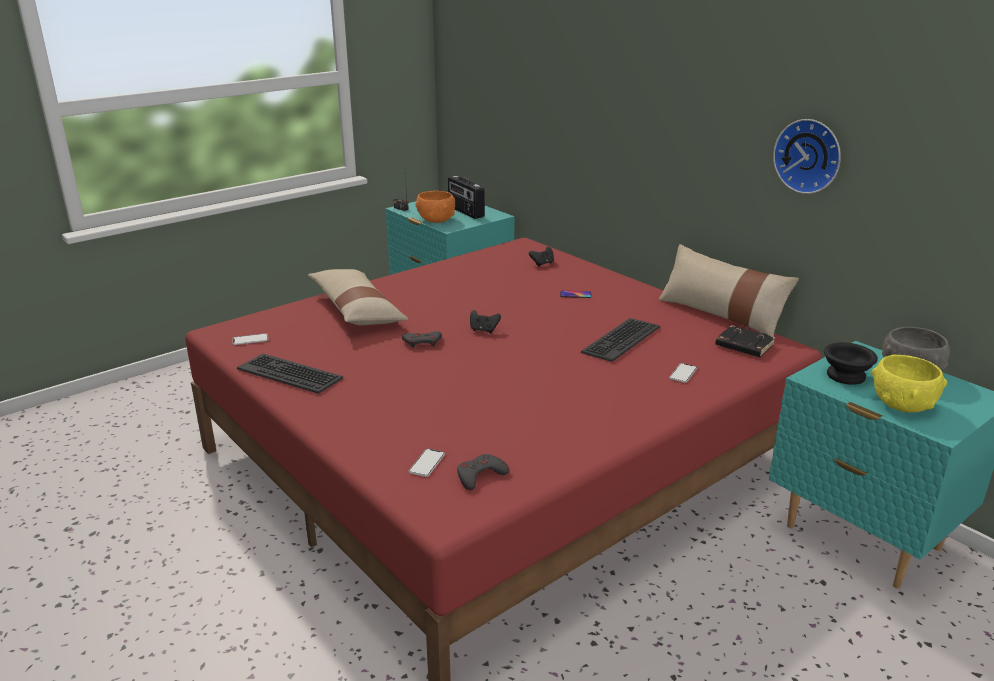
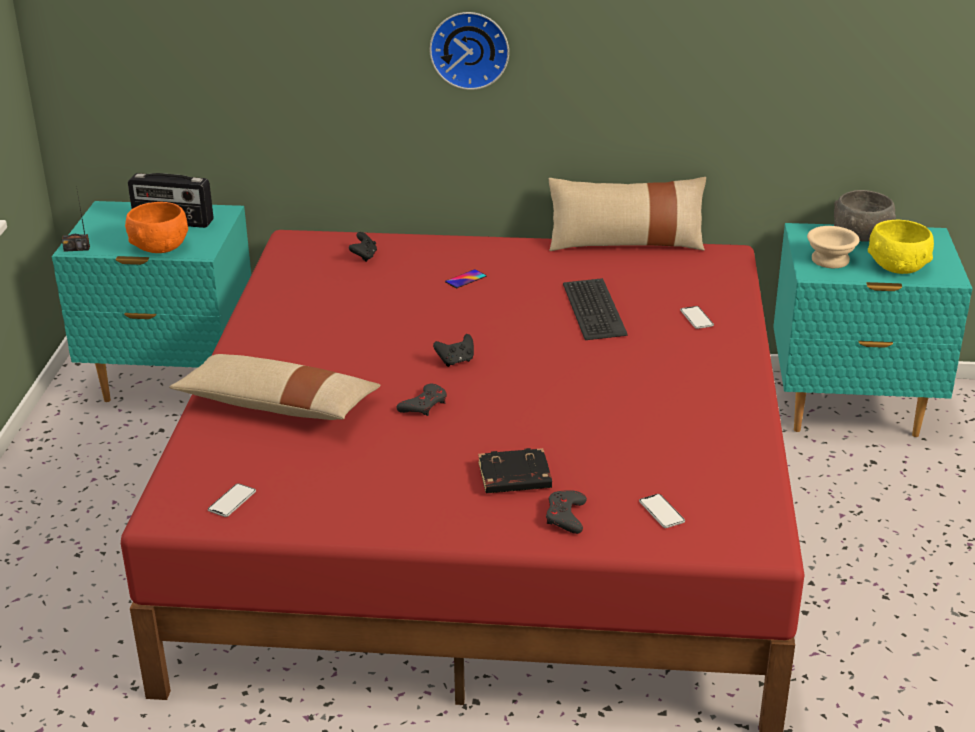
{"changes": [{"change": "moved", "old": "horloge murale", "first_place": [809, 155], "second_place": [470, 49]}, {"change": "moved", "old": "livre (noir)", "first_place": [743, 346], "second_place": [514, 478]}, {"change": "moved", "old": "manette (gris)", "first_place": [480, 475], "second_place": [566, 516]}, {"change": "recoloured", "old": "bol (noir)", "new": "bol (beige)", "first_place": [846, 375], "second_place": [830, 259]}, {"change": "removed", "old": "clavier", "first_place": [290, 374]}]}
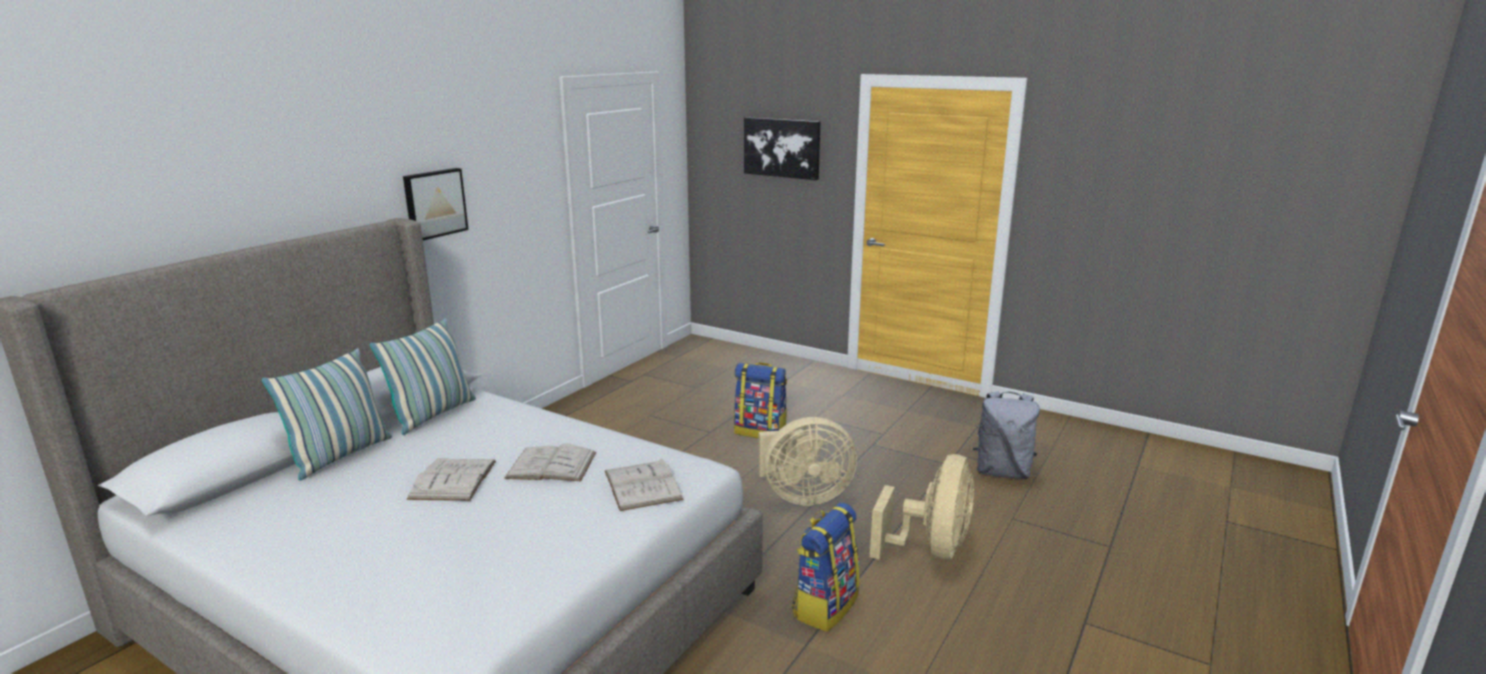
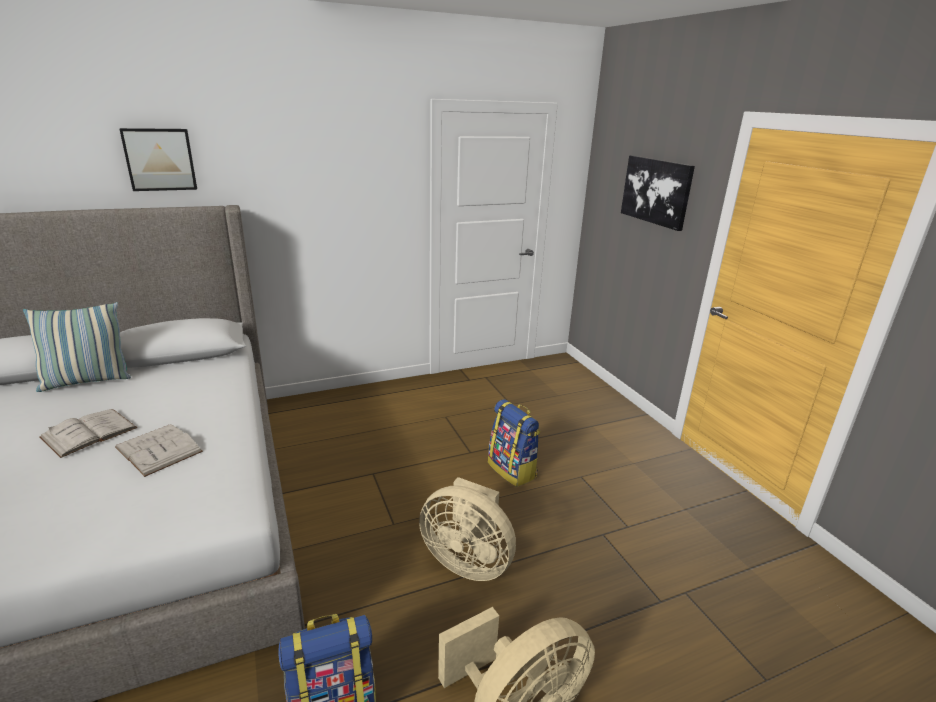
{"changes": [{"change": "moved", "old": "tableau", "first_place": [434, 203], "second_place": [160, 159]}, {"change": "removed", "old": "coussin", "first_place": [433, 415]}, {"change": "removed", "old": "livre (blanc)", "first_place": [642, 485]}, {"change": "removed", "old": "sac à dos (gris)", "first_place": [1002, 472]}]}
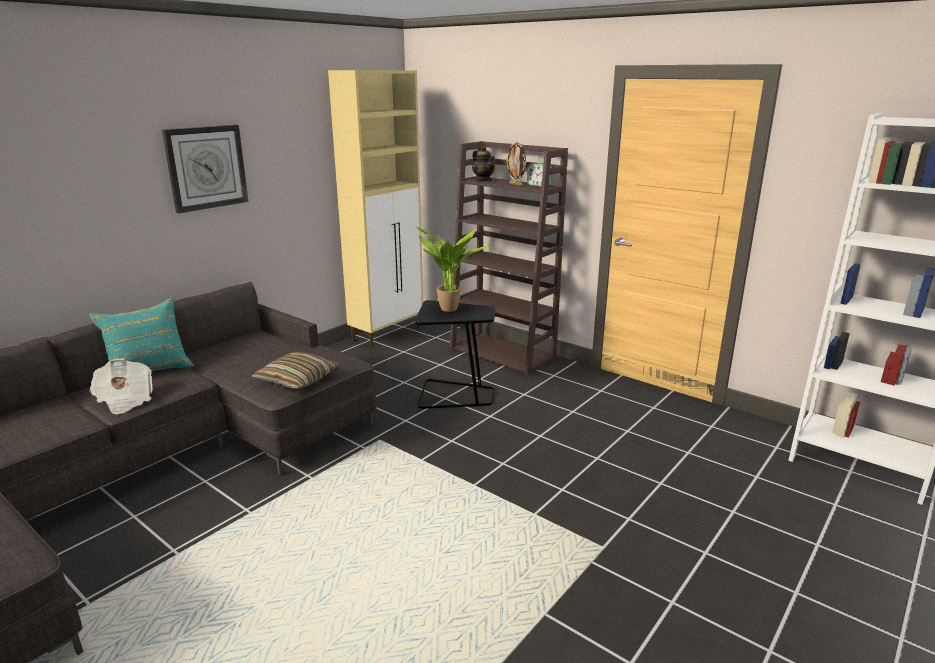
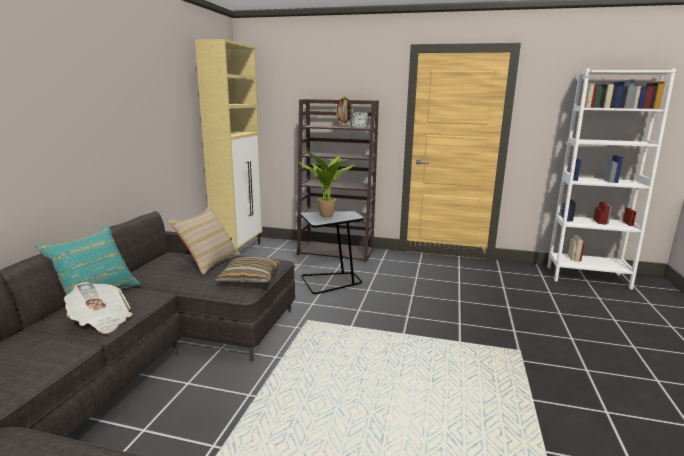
{"changes": [{"change": "added", "new": "coussin (beige)", "second_place": [209, 262]}, {"change": "removed", "old": "horloge murale", "first_place": [206, 167]}, {"change": "removed", "old": "théière", "first_place": [483, 180]}]}
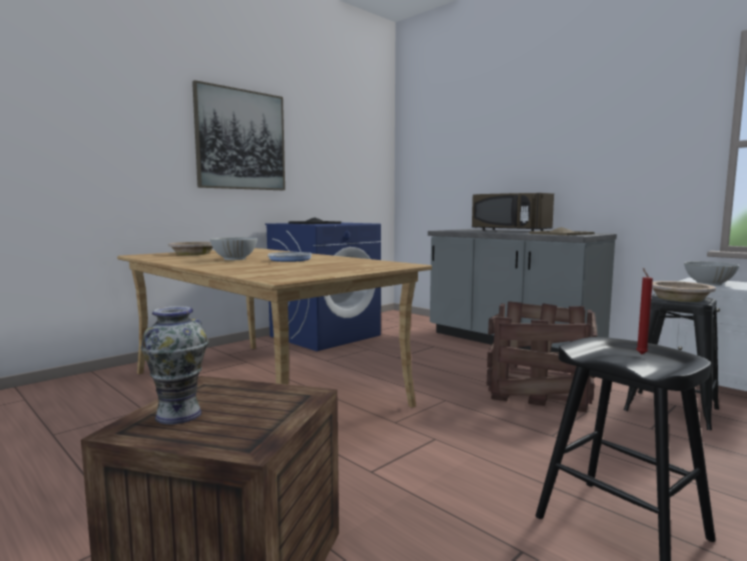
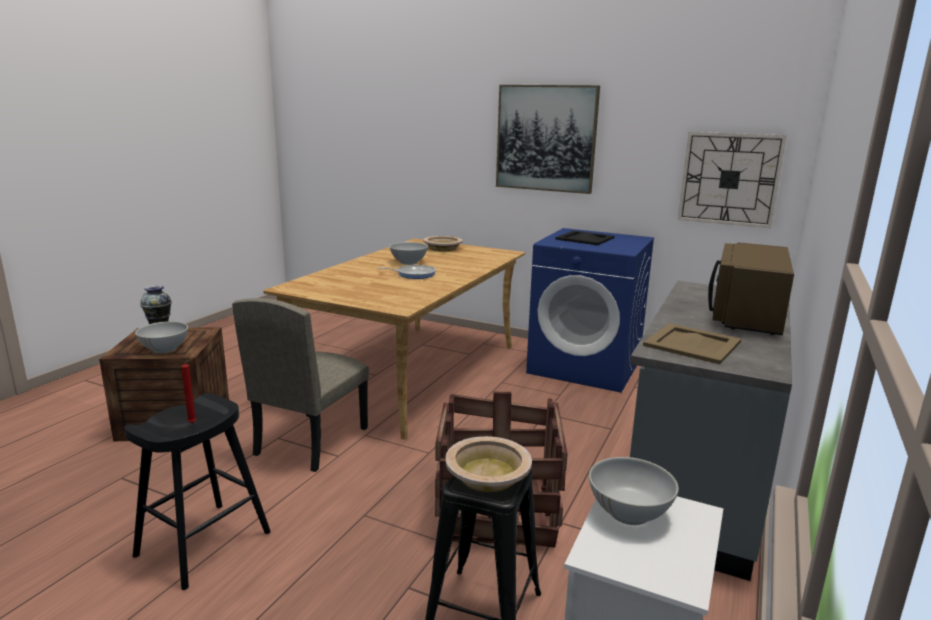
{"changes": [{"change": "added", "new": "bol (blanc)", "second_place": [165, 349]}, {"change": "added", "new": "chaise (beige)", "second_place": [311, 441]}, {"change": "added", "new": "horloge murale", "second_place": [729, 179]}]}
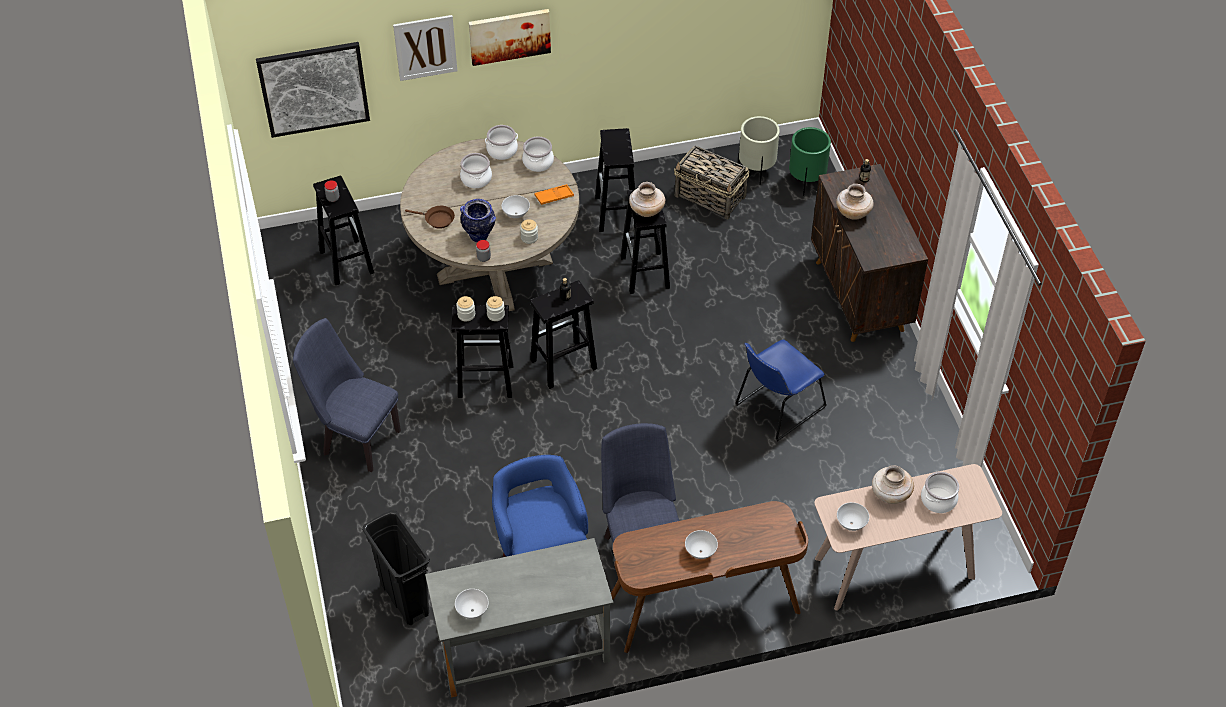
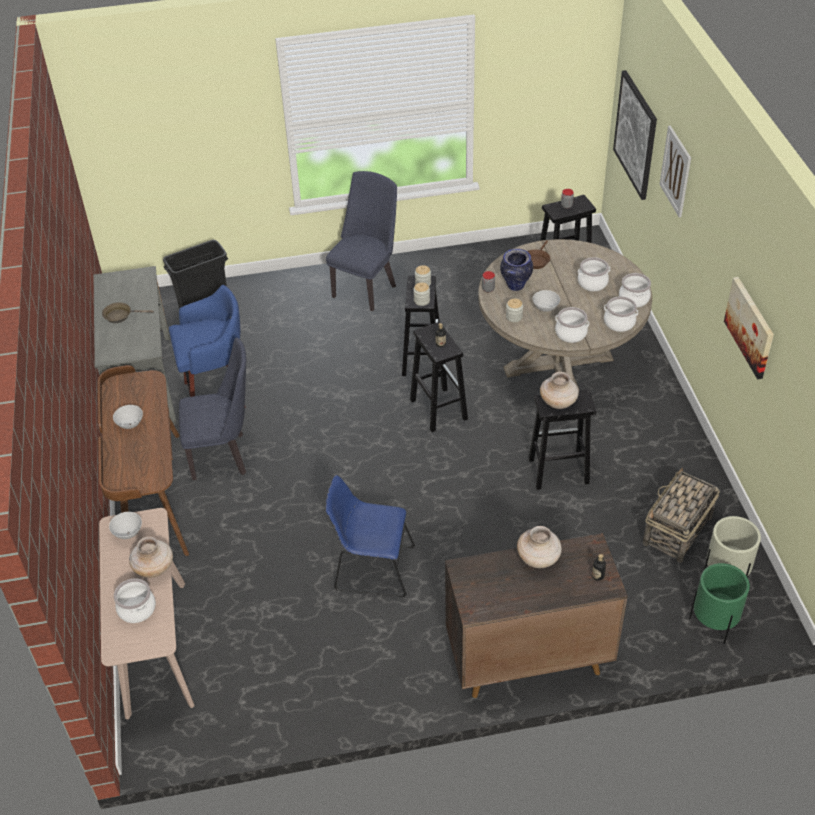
{"changes": [{"change": "added", "new": "poêle (marron)", "second_place": [120, 315]}, {"change": "turned", "old": "chaise (bleu)", "first_place": [777, 408], "second_place": [371, 567], "degrees": -45}, {"change": "replaced", "old": "plateau (orange)", "new": "marmite", "first_place": [554, 196], "second_place": [571, 333]}, {"change": "moved", "old": "tableau", "first_place": [509, 36], "second_place": [750, 327]}, {"change": "removed", "old": "bol (blanc)", "first_place": [472, 611]}, {"change": "removed", "old": "tabouret (noir)", "first_place": [617, 213]}]}
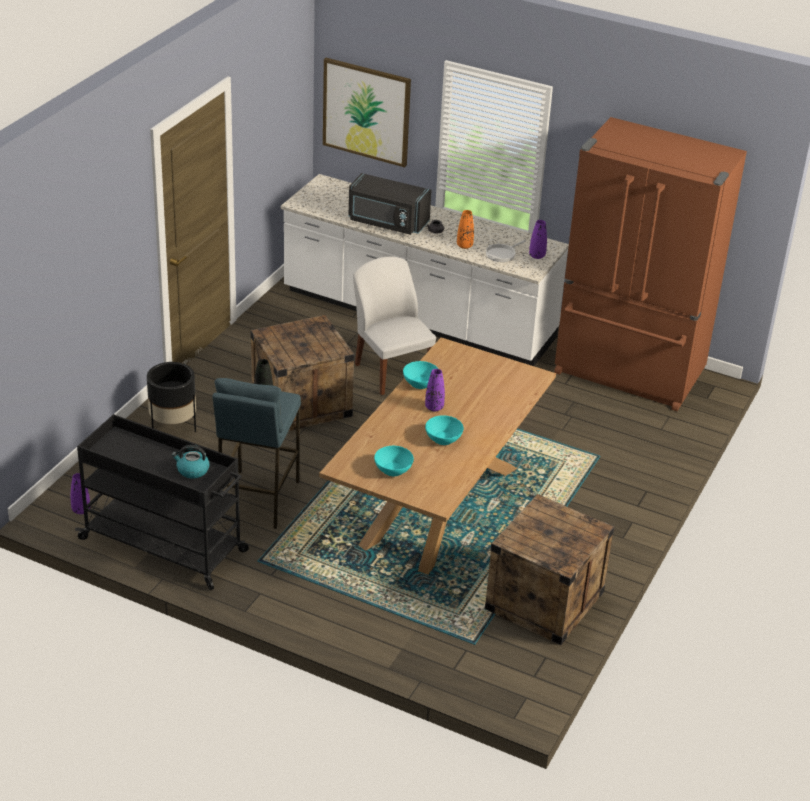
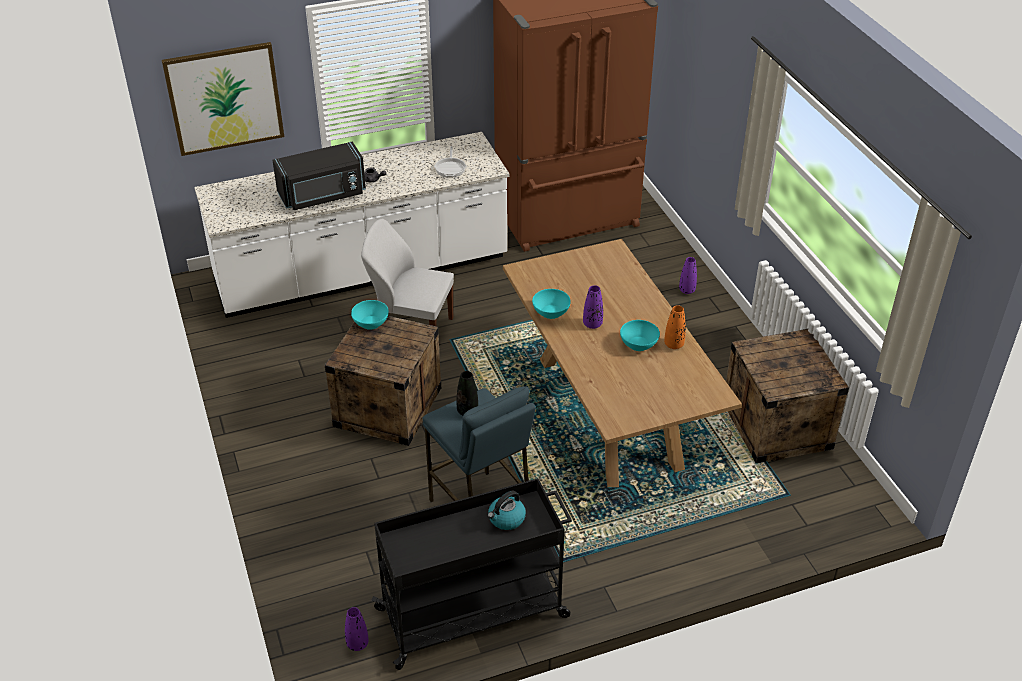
{"changes": [{"change": "moved", "old": "bol (turquoise)", "first_place": [393, 469], "second_place": [371, 322]}, {"change": "moved", "old": "vase (orange)", "first_place": [464, 246], "second_place": [674, 344]}, {"change": "moved", "old": "vase (violet)", "first_place": [537, 256], "second_place": [687, 290]}, {"change": "removed", "old": "cache-pot (noir)", "first_place": [173, 426]}]}
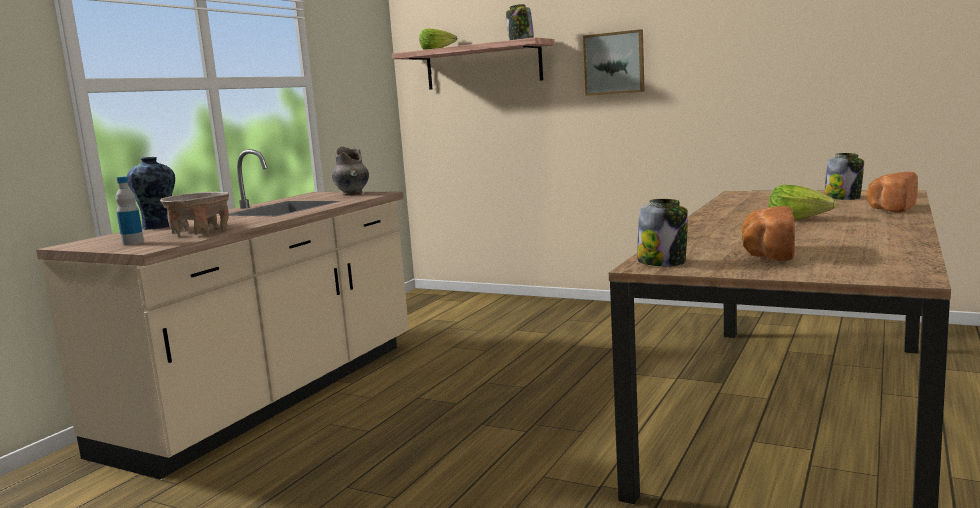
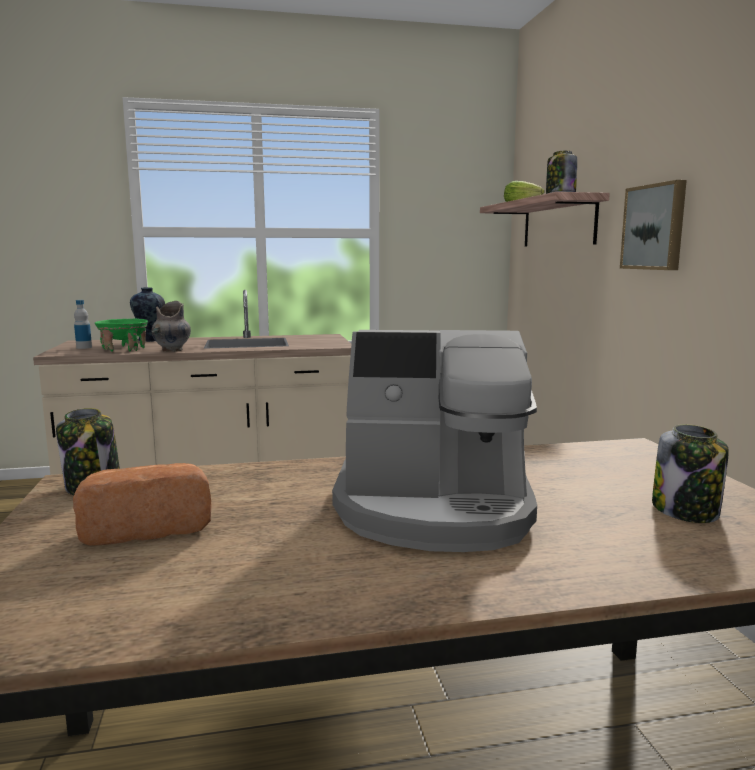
{"changes": [{"change": "recoloured", "old": "bol (beige)", "new": "bol (vert)", "first_place": [200, 232], "second_place": [124, 349]}, {"change": "moved", "old": "vase (gris)", "first_place": [352, 194], "second_place": [172, 350]}, {"change": "replaced", "old": "laitue", "new": "machine à café", "first_place": [799, 219], "second_place": [435, 509]}, {"change": "removed", "old": "pain", "first_place": [890, 208]}]}
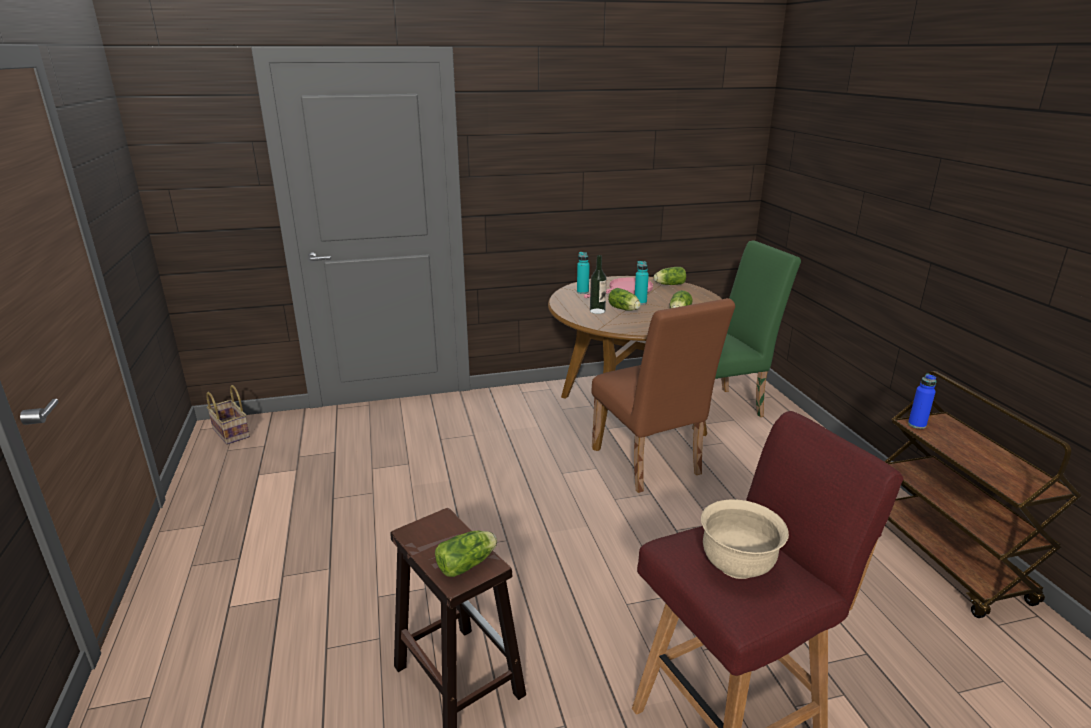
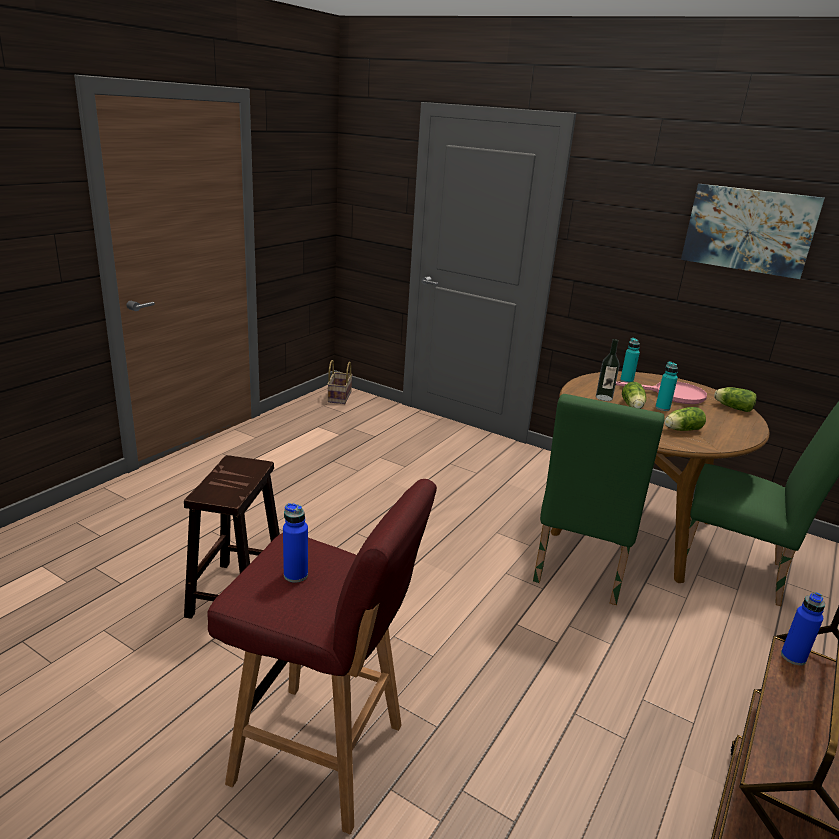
{"changes": [{"change": "replaced", "old": "bol (beige)", "new": "bouteille (bleu)", "first_place": [737, 566], "second_place": [295, 575]}, {"change": "recoloured", "old": "chaise (marron)", "new": "chaise (vert)", "first_place": [649, 465], "second_place": [579, 570]}, {"change": "added", "new": "tableau", "second_place": [749, 230]}, {"change": "removed", "old": "laitue", "first_place": [468, 564]}]}
